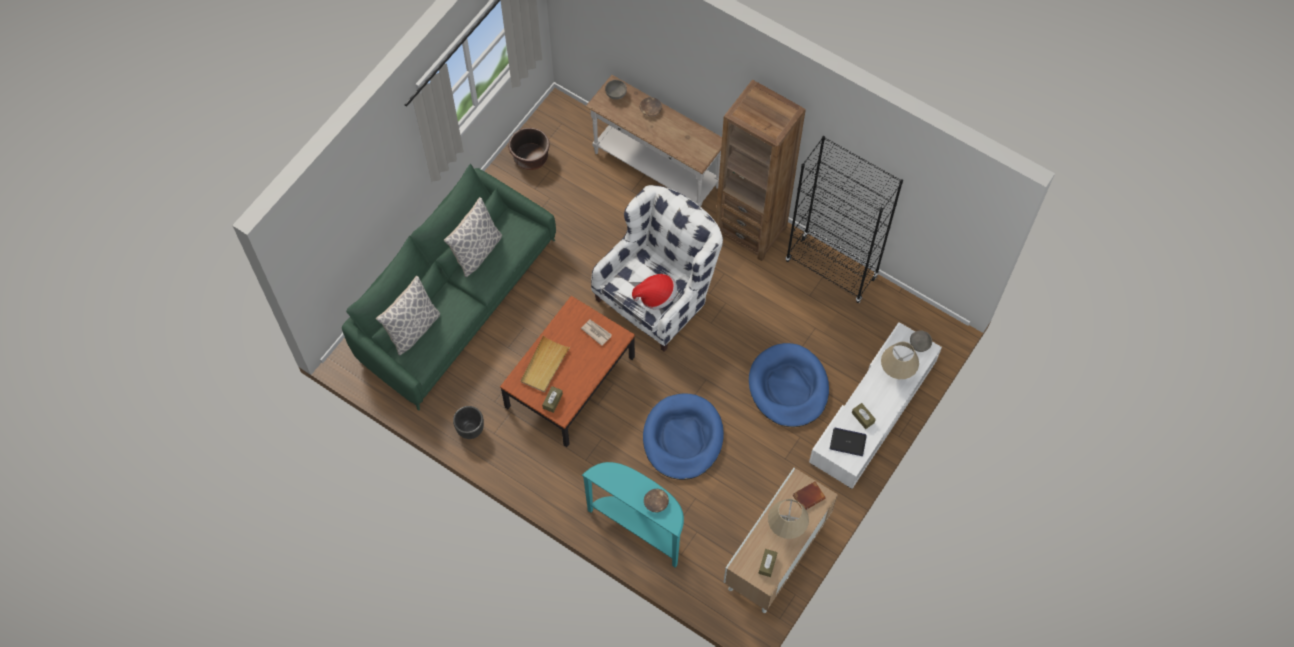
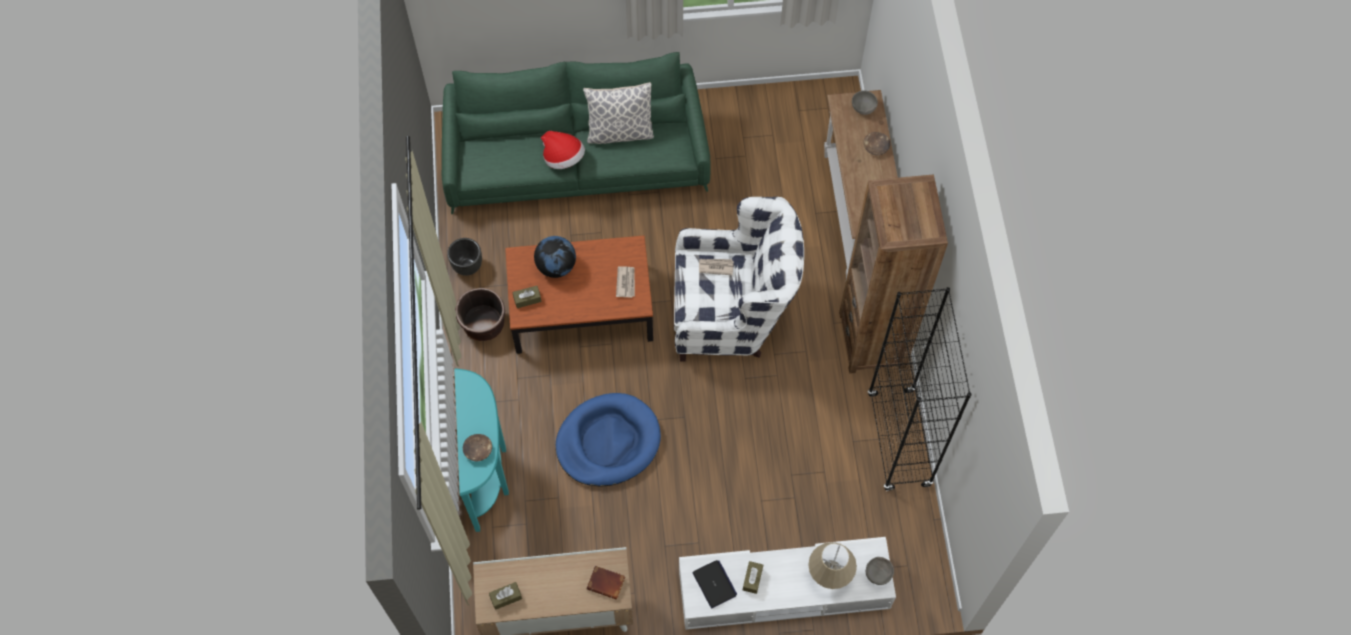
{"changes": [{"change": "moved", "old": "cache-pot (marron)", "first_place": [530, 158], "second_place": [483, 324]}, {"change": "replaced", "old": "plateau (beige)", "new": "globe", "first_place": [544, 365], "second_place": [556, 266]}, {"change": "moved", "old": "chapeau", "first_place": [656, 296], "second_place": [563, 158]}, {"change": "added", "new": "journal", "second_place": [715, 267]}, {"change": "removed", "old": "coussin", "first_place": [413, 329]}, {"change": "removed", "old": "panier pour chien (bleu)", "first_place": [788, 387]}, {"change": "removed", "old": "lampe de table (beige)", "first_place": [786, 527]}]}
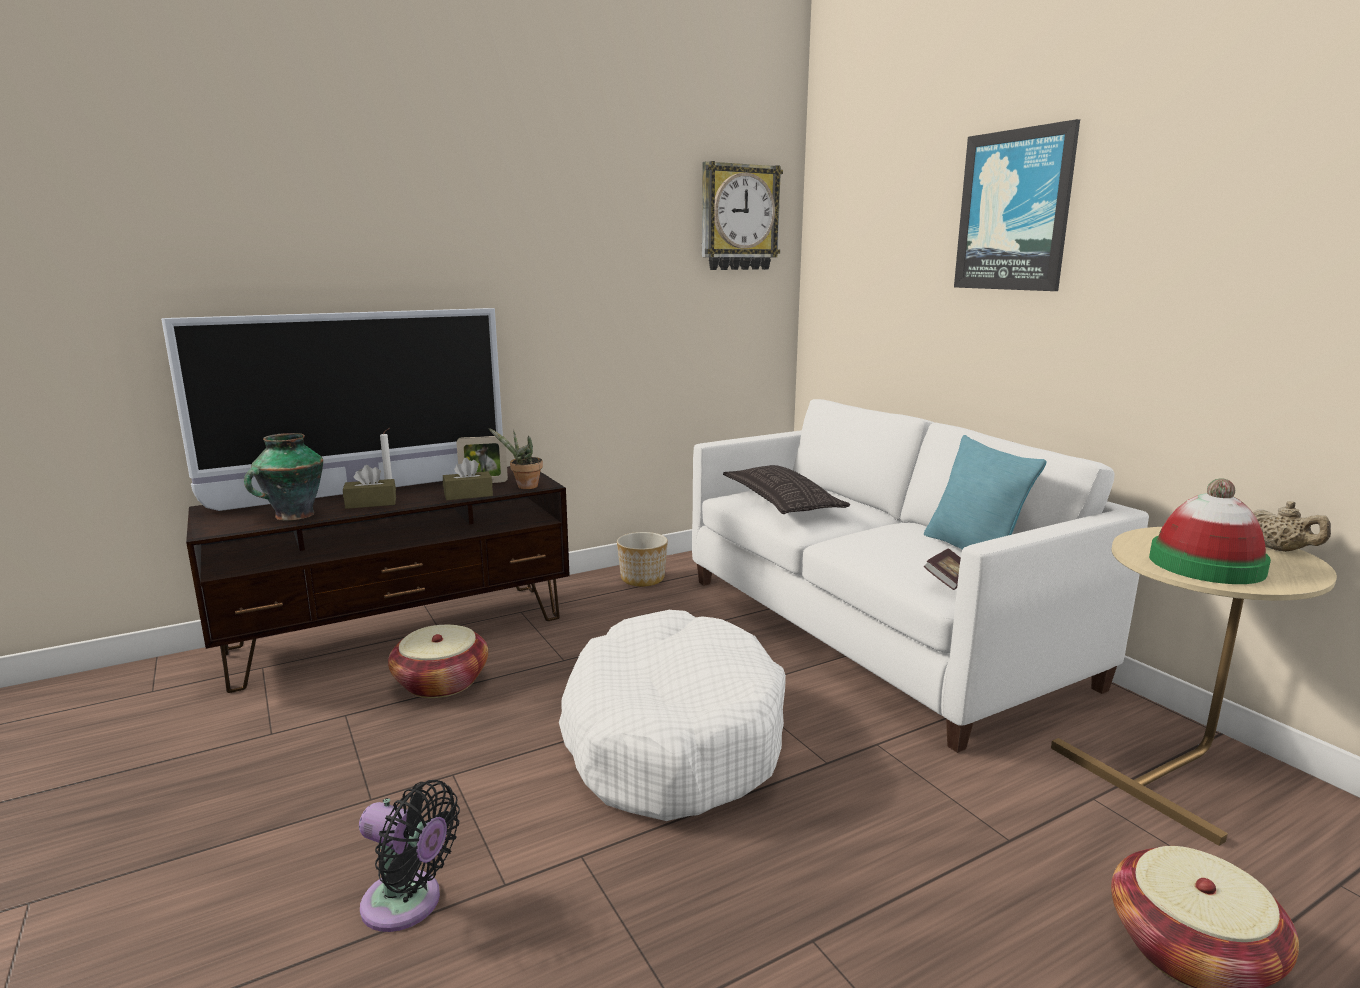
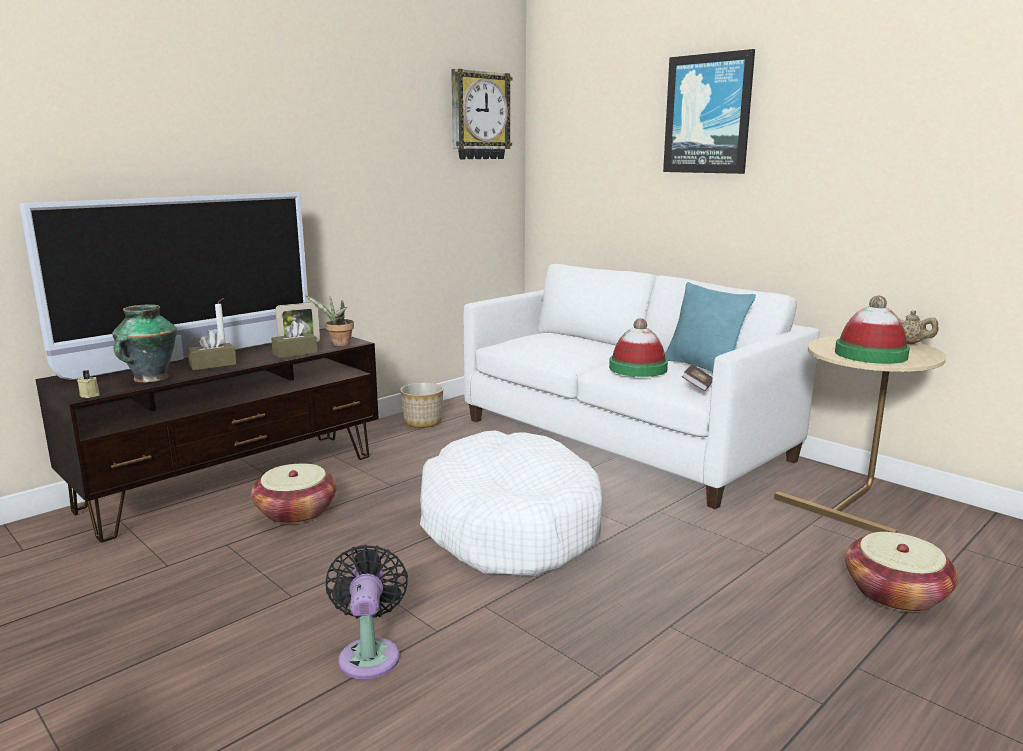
{"changes": [{"change": "added", "new": "bougie (beige)", "second_place": [90, 395]}, {"change": "turned", "old": "ventilateur (noir)", "first_place": [408, 904], "second_place": [369, 654], "degrees": -105}, {"change": "added", "new": "chapeau", "second_place": [638, 368]}, {"change": "removed", "old": "coussin", "first_place": [782, 501]}]}
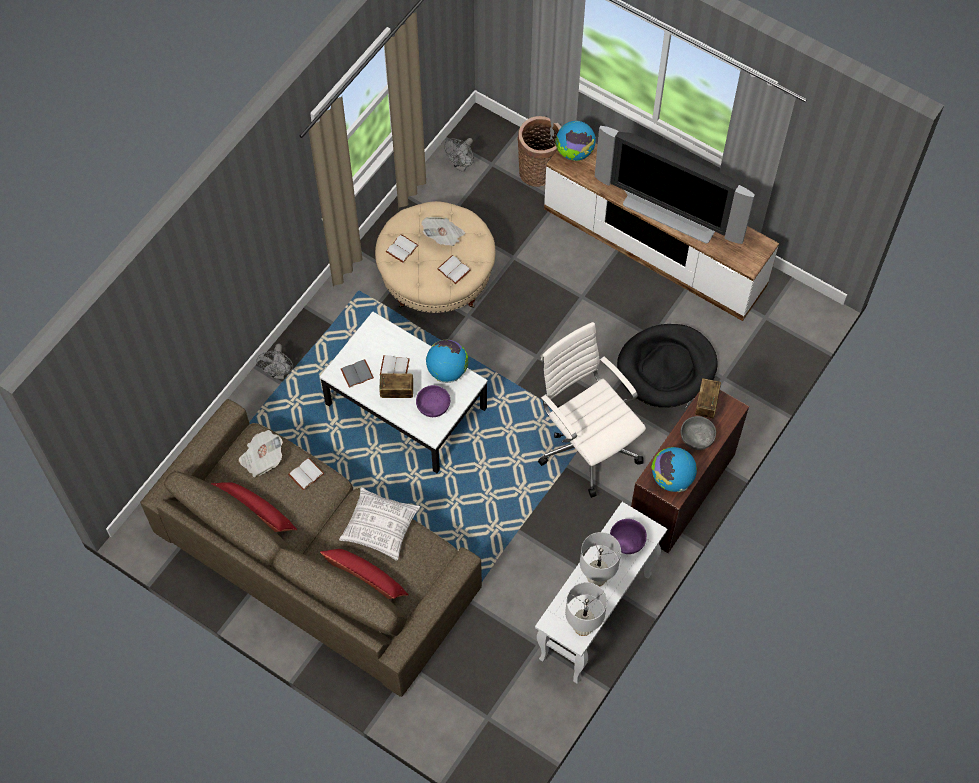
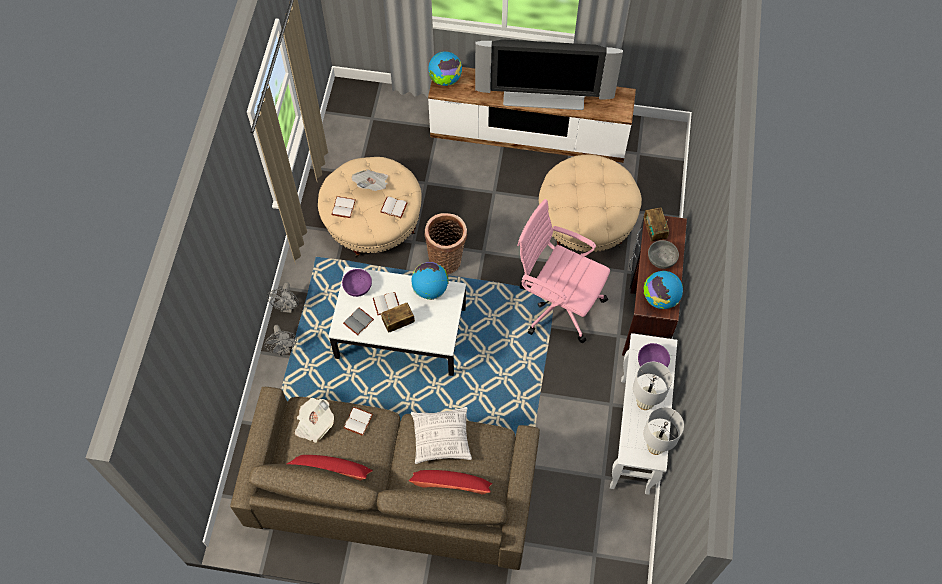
{"changes": [{"change": "moved", "old": "ventilateur (gris)", "first_place": [462, 165], "second_place": [287, 307]}, {"change": "moved", "old": "bol (violet)", "first_place": [433, 406], "second_place": [357, 287]}, {"change": "moved", "old": "panier", "first_place": [539, 171], "second_place": [446, 259]}, {"change": "recoloured", "old": "chaise de bureau (blanc)", "new": "chaise de bureau (rose)", "first_place": [587, 444], "second_place": [558, 303]}, {"change": "replaced", "old": "panier pour chien (noir)", "new": "pouf (beige)", "first_place": [666, 368], "second_place": [586, 220]}]}
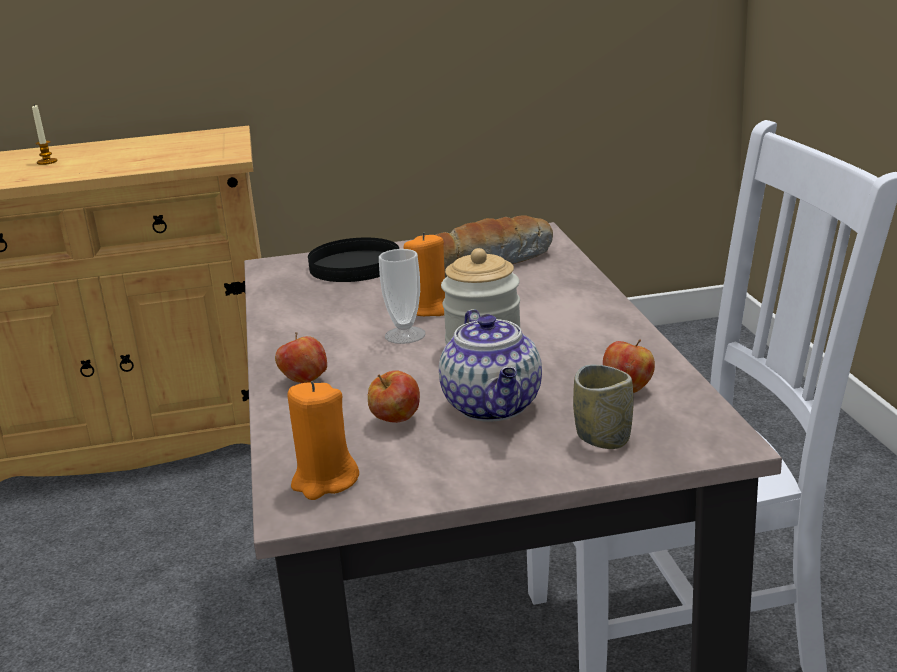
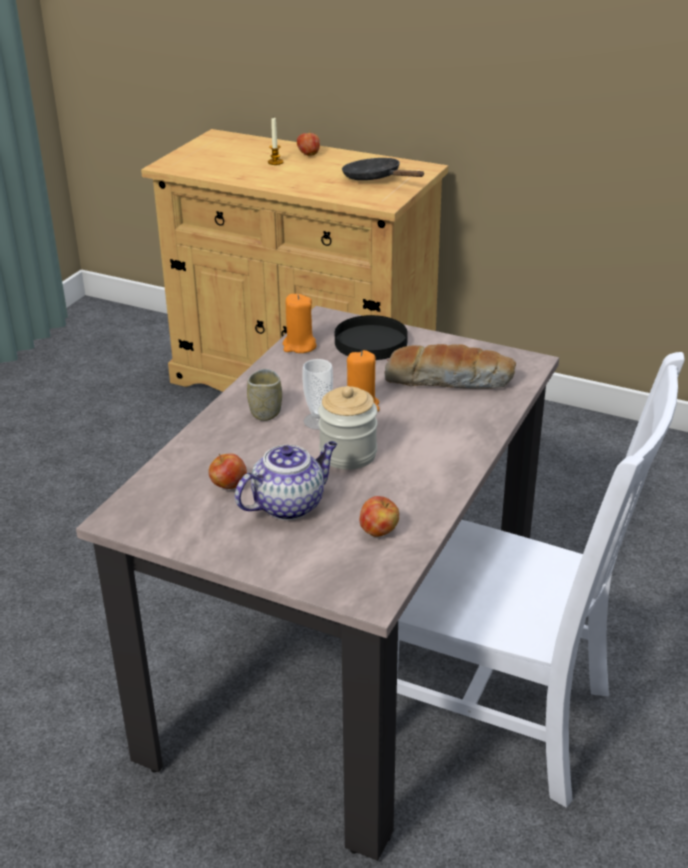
{"changes": [{"change": "turned", "old": "théière", "first_place": [494, 407], "second_place": [289, 504], "degrees": -150}, {"change": "moved", "old": "tasse", "first_place": [603, 438], "second_place": [265, 413]}, {"change": "moved", "old": "bougie (orange)", "first_place": [324, 481], "second_place": [299, 346]}, {"change": "moved", "old": "pomme", "first_place": [304, 381], "second_place": [308, 154]}, {"change": "added", "new": "poêle (noir)", "second_place": [376, 179]}]}
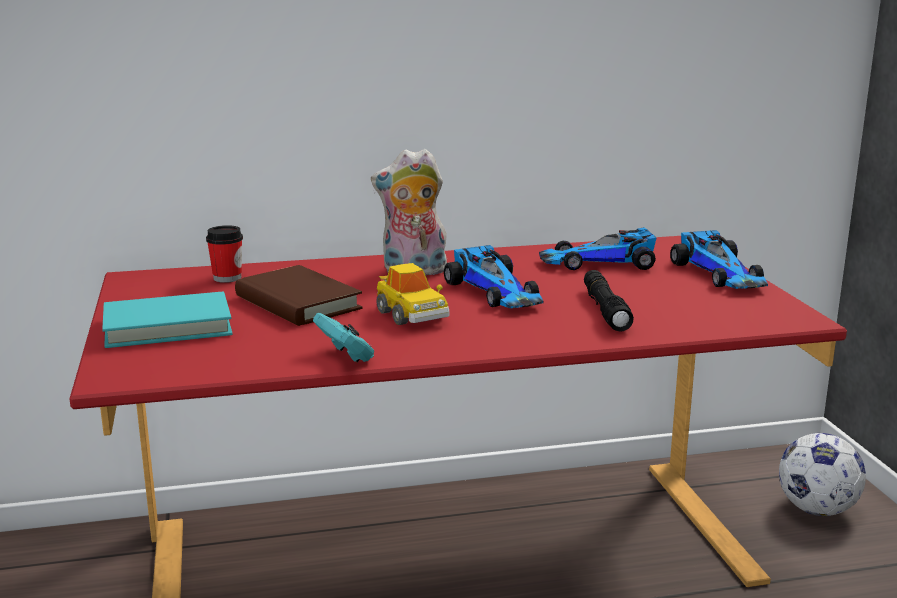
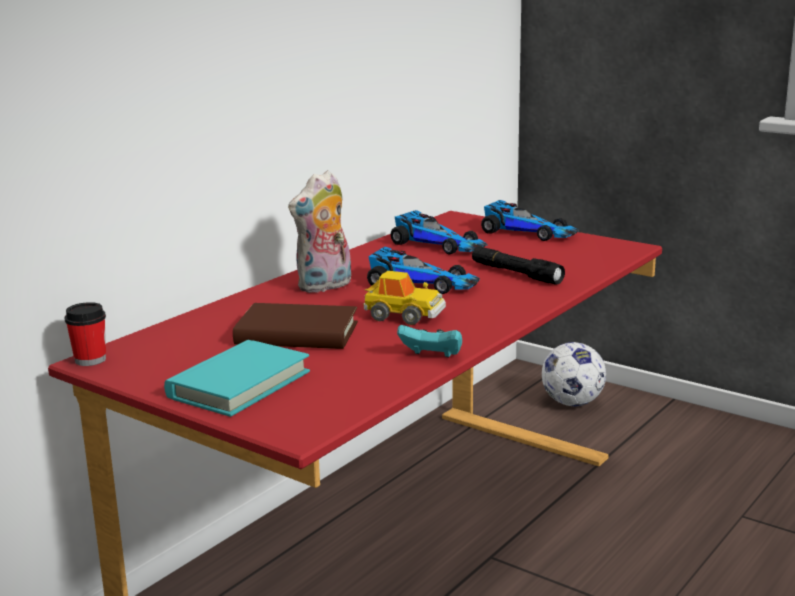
{"changes": [{"change": "moved", "old": "tasse", "first_place": [227, 278], "second_place": [90, 360]}, {"change": "turned", "old": "petite voiture", "first_place": [600, 262], "second_place": [438, 244], "degrees": -90}]}
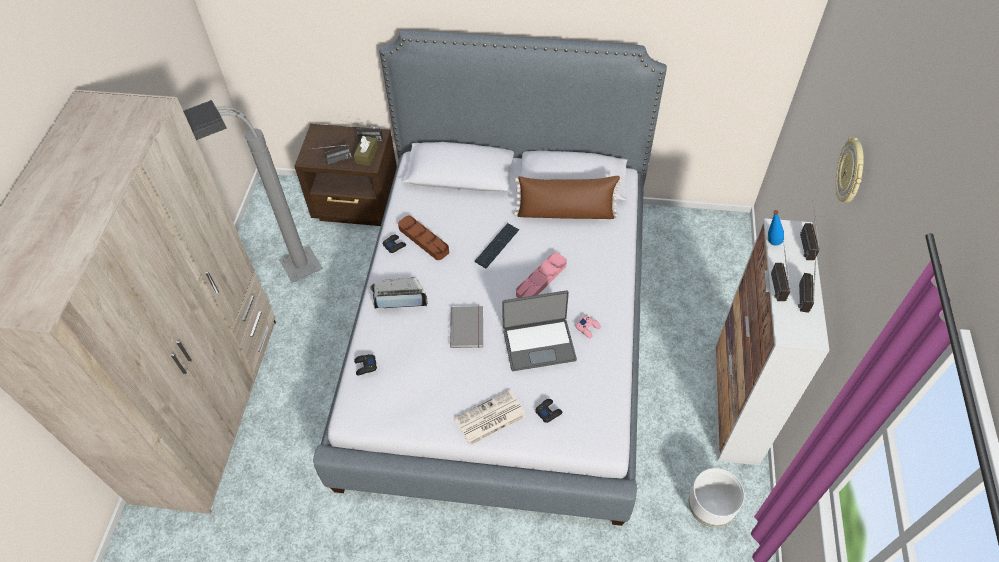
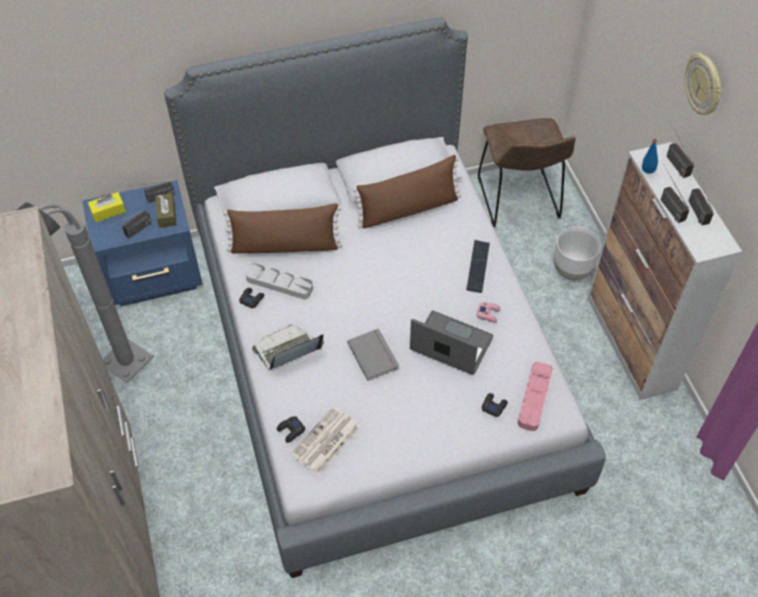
{"changes": [{"change": "recoloured", "old": "table de chevet (marron)", "new": "table de chevet (bleu)", "first_place": [358, 206], "second_place": [155, 277]}, {"change": "added", "new": "boîte à mouchoirs (jaune)", "second_place": [108, 211]}, {"change": "added", "new": "coussin (marron)", "second_place": [285, 246]}, {"change": "recoloured", "old": "plateau (marron)", "new": "plateau (gris)", "first_place": [423, 240], "second_place": [279, 283]}, {"change": "moved", "old": "journal", "first_place": [489, 418], "second_place": [325, 441]}, {"change": "turned", "old": "ordinateur portable", "first_place": [539, 344], "second_place": [450, 345], "degrees": -120}, {"change": "moved", "old": "clavier", "first_place": [497, 246], "second_place": [478, 266]}, {"change": "added", "new": "chaise (marron)", "second_place": [519, 201]}, {"change": "moved", "old": "plateau (rose)", "first_place": [541, 280], "second_place": [534, 398]}, {"change": "moved", "old": "cache-pot (blanc)", "first_place": [708, 509], "second_place": [571, 271]}]}
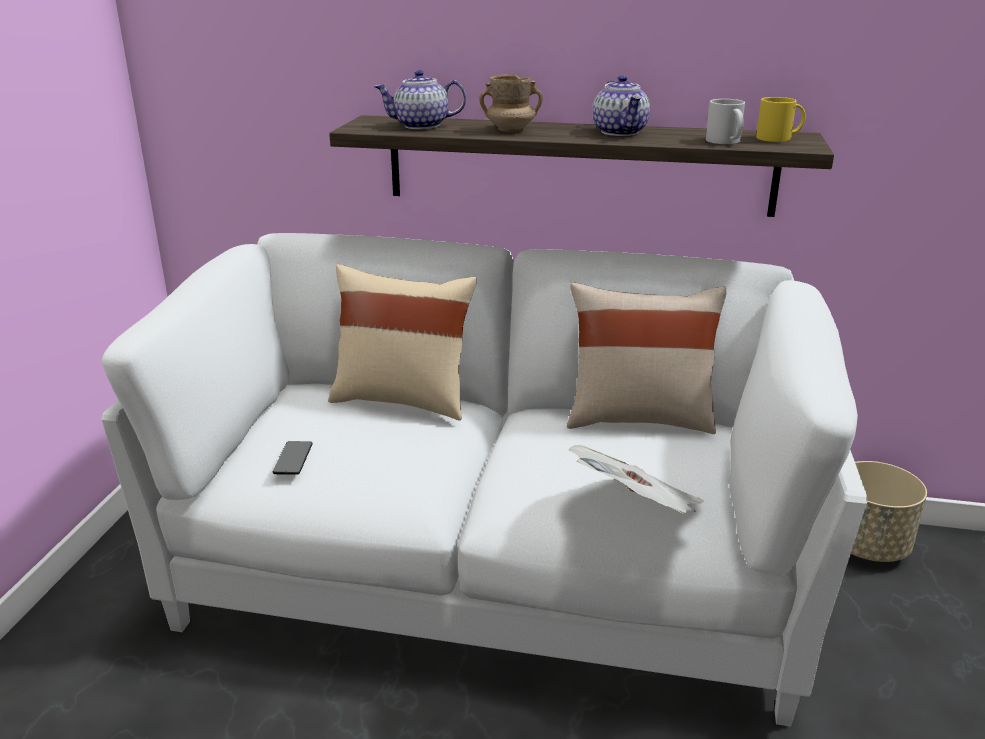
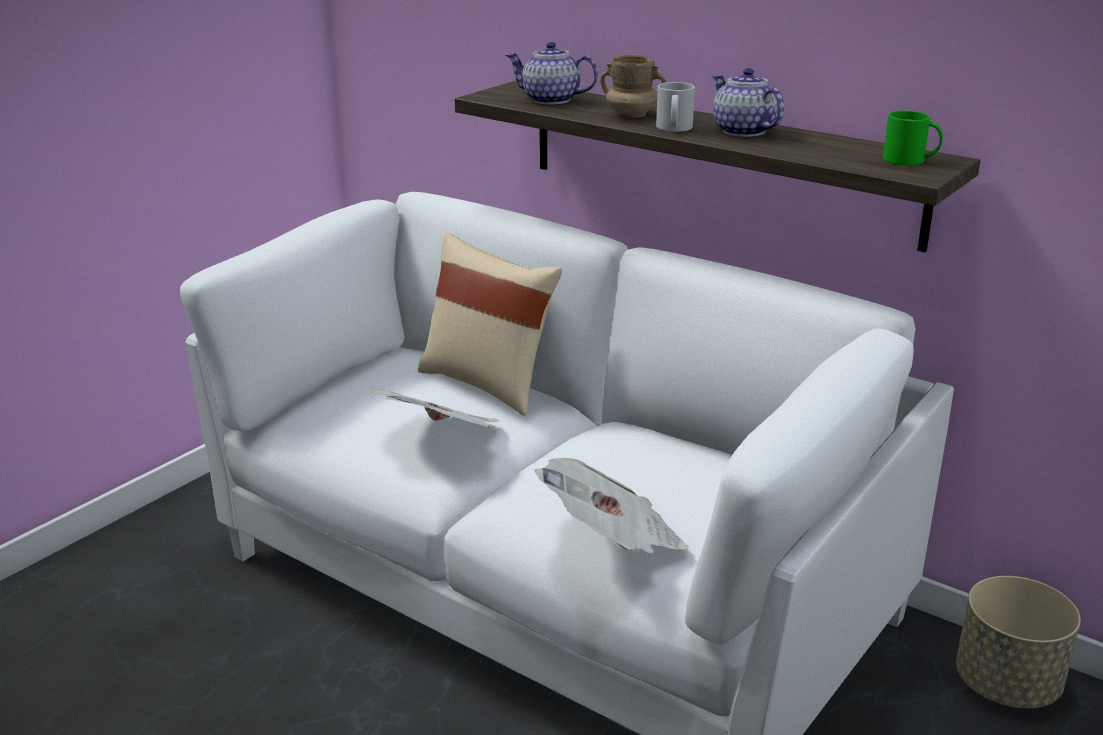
{"changes": [{"change": "added", "new": "journal", "second_place": [442, 439]}, {"change": "moved", "old": "mug (blanc)", "first_place": [723, 141], "second_place": [672, 128]}, {"change": "turned", "old": "théière", "first_place": [620, 132], "second_place": [742, 131], "degrees": 135}, {"change": "recoloured", "old": "mug (jaune)", "new": "mug (vert)", "first_place": [777, 138], "second_place": [907, 160]}, {"change": "removed", "old": "téléphone", "first_place": [293, 459]}, {"change": "removed", "old": "coussin (beige)", "first_place": [639, 418]}]}
